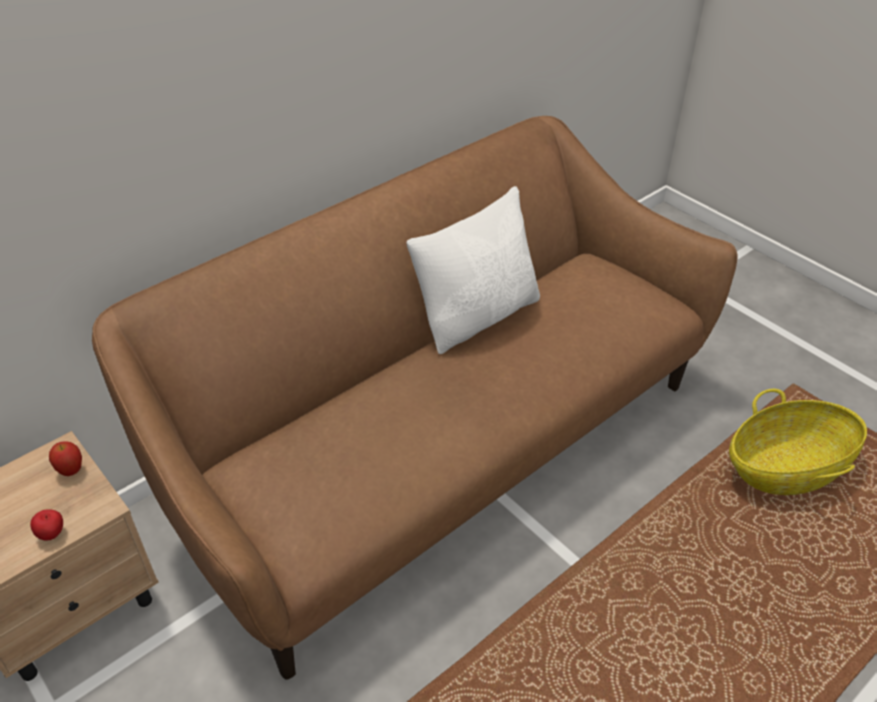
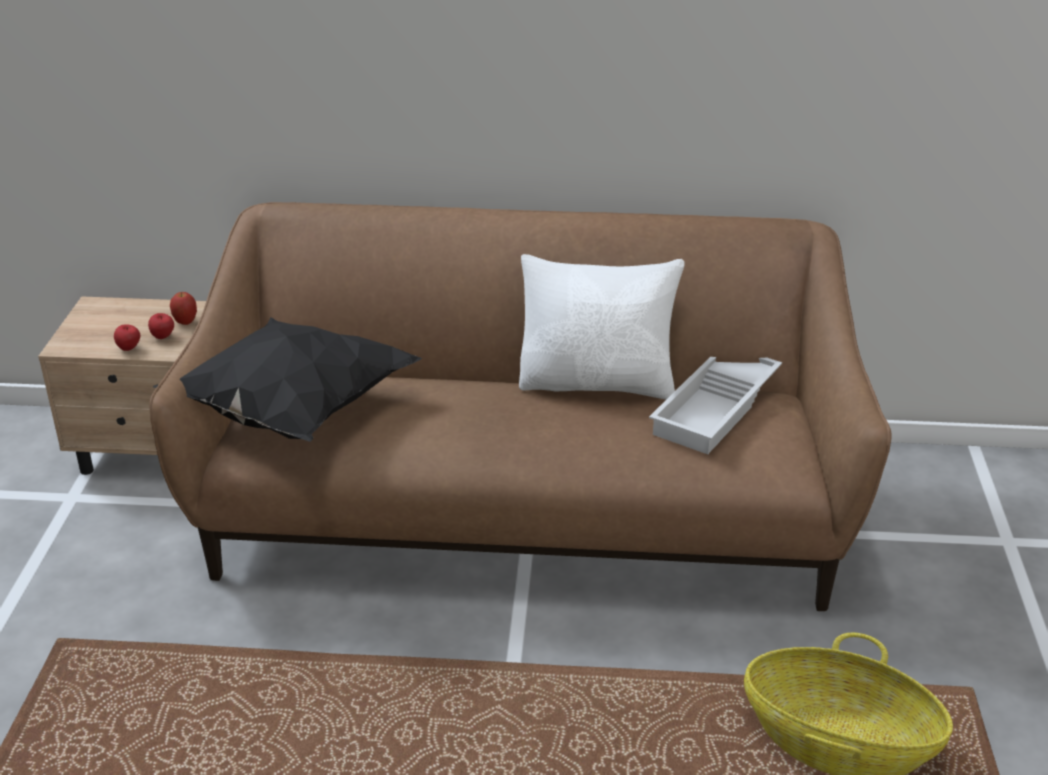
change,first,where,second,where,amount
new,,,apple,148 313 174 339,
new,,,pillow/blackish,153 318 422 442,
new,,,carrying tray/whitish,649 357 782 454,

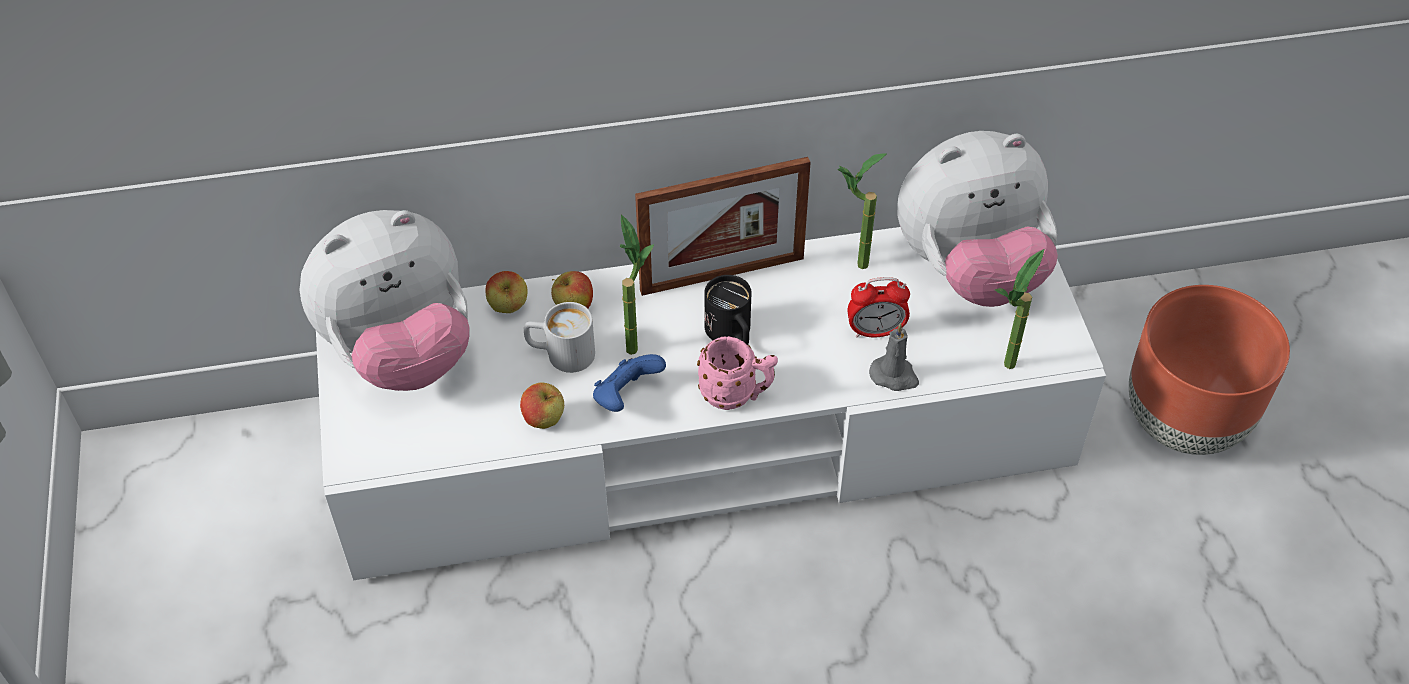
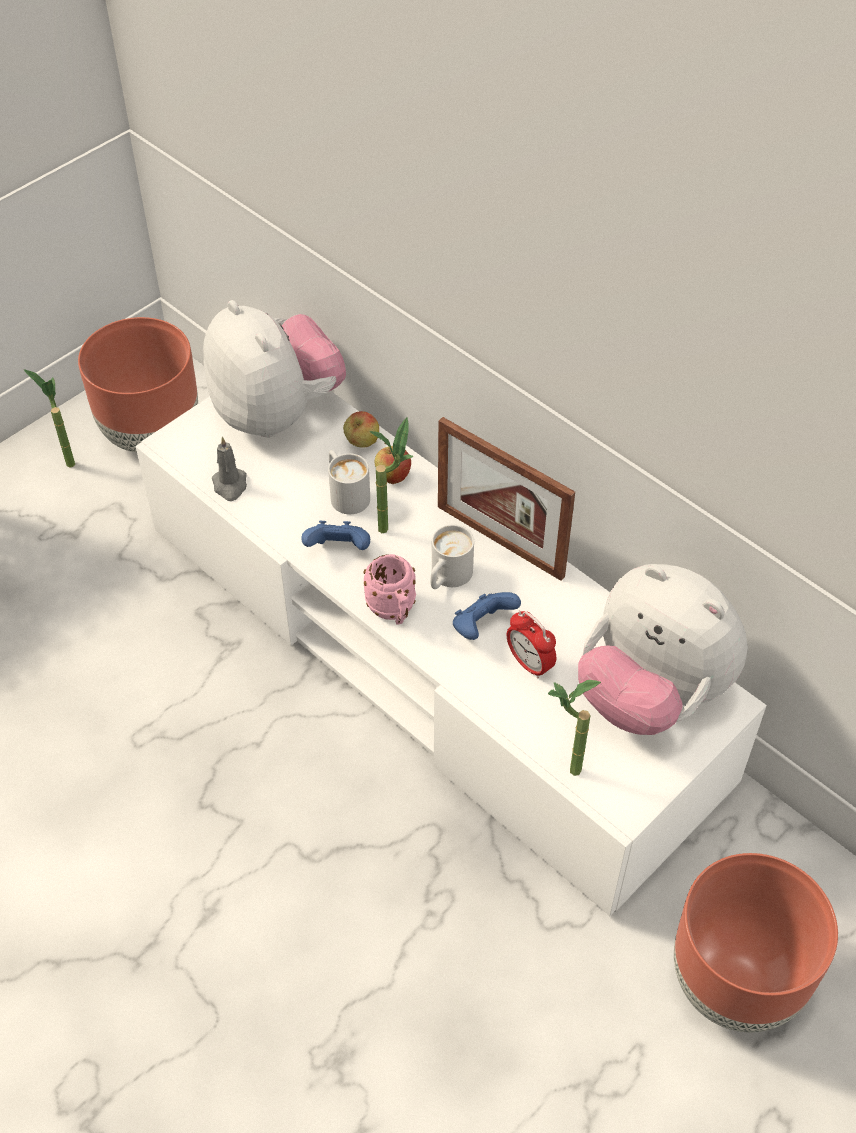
change,first,where,second,where,amount
gone,apple,520 382 564 429,,,
new,,,flower pot/brown-coloured,78 317 198 453,
new,,,gamepad/blue,453 592 521 640,
shifted,potted plant,838 153 887 269,,23 369 75 468,
shifted,wax candle/gray,869 323 919 391,,212 436 247 501,
repainted,coffee mug/blackish,704 275 751 345,coffee mug/whitish,431 524 474 589,
rotated,cuddly toy,299 210 469 391,,203 300 346 437,150 degrees counterclockwise

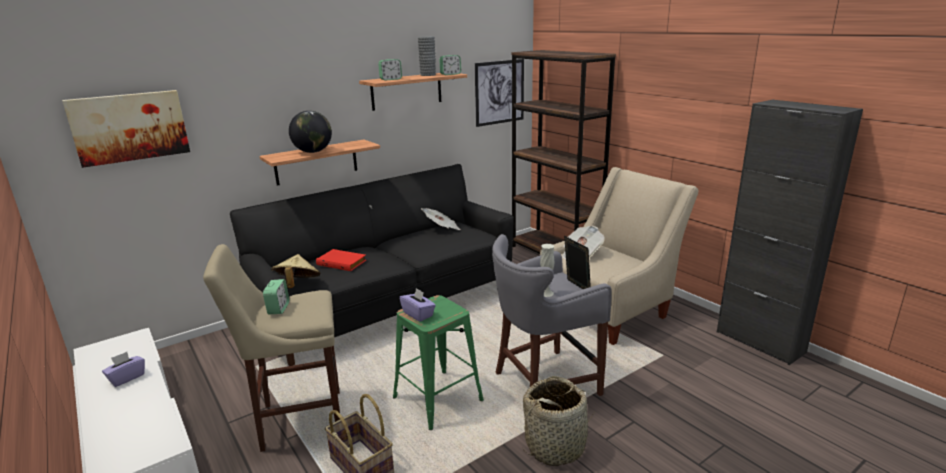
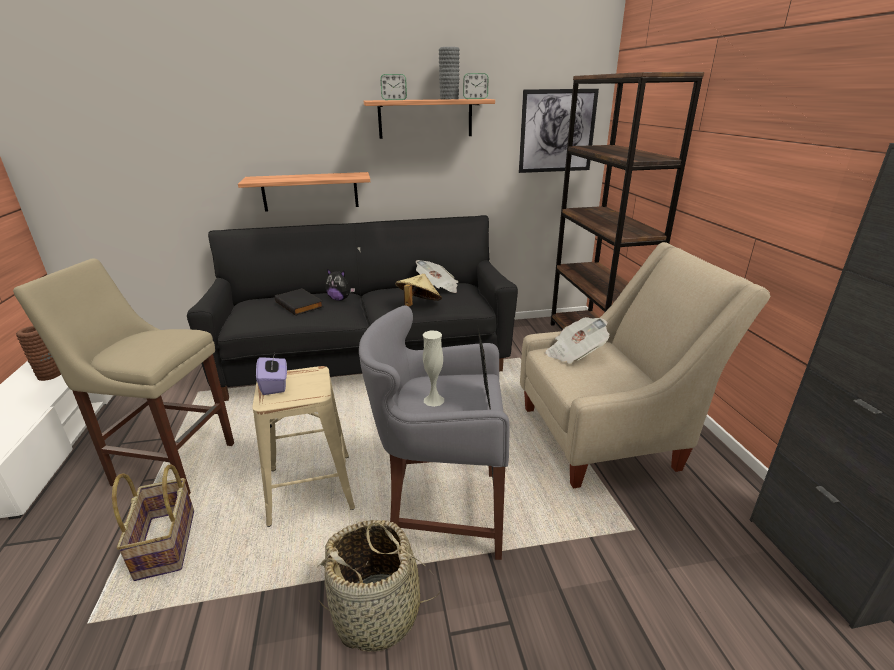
change,first,where,second,where,amount
gone,picture,62 90 190 168,,,
gone,table clock,263 279 289 314,,,
gone,globe,289 111 332 153,,,
new,,,cuddly toy,326 269 355 301,
shifted,hat/sand-coloured,271 254 320 288,,395 274 442 306,
swapped,box of tissues/purple,102 352 145 387,flower vase/brown-coloured,16 326 61 381,
repainted,volume/red,316 249 366 271,volume/blackish,275 288 324 316,
repainted,stool seat/green,393 295 484 430,stool seat/sand-coloured,252 366 355 527,

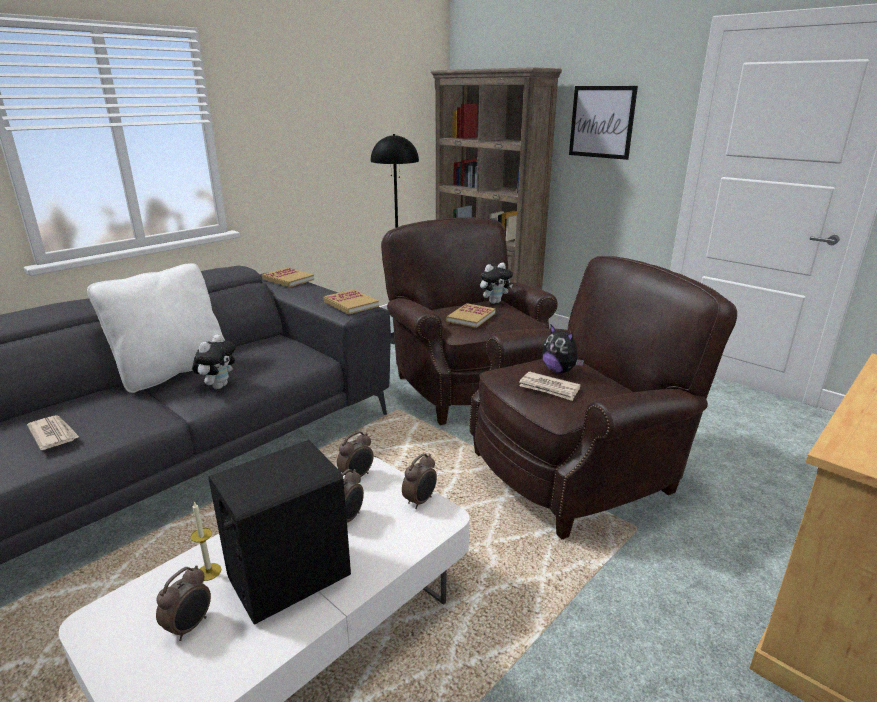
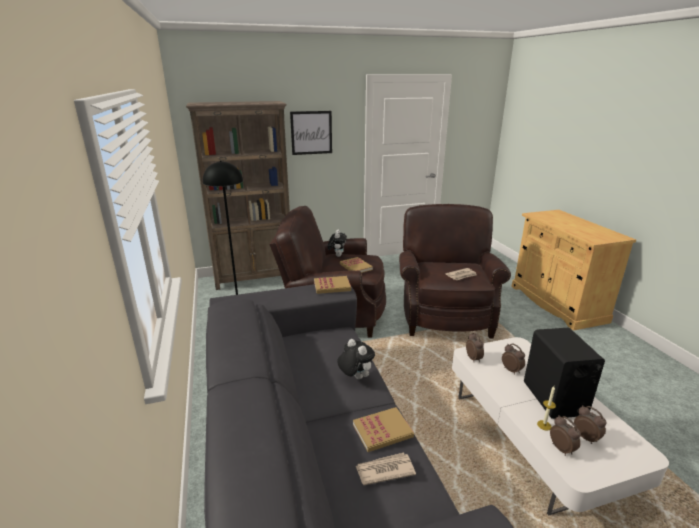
change,first,where,second,where,amount
gone,pillow/whitish,87 263 225 393,,,
gone,cuddly toy,542 325 584 373,,,
shifted,volume,262 268 314 287,,353 407 414 452,
shifted,table clock,402 453 437 509,,550 415 581 456,

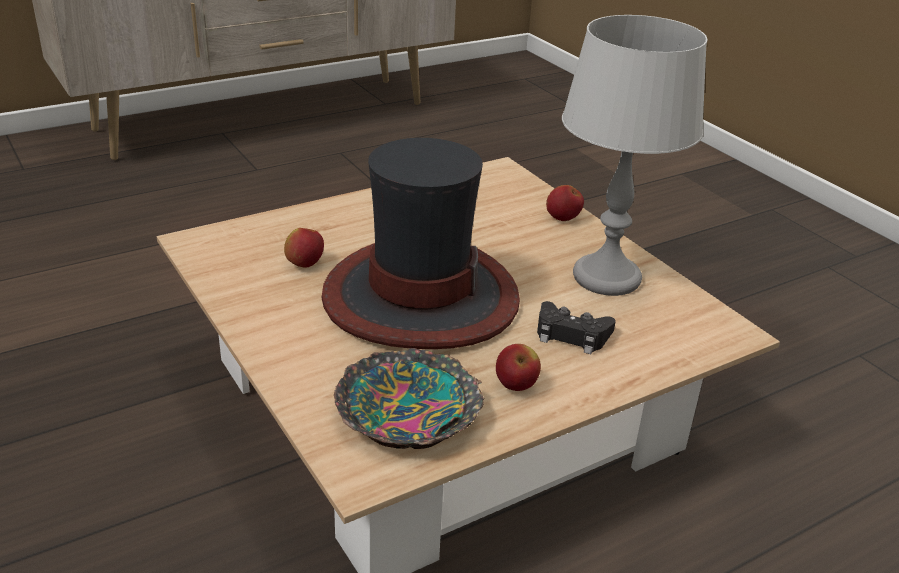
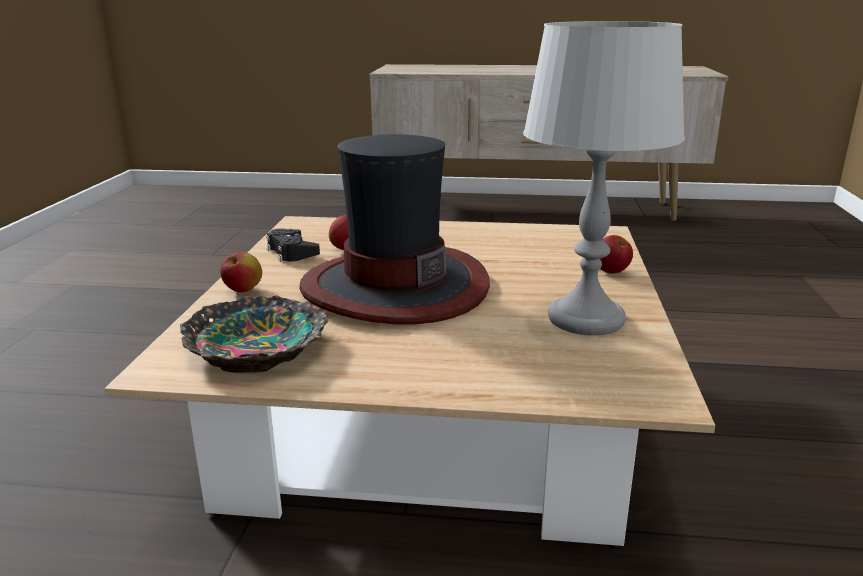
change,first,where,second,where,amount
shifted,apple,496 344 541 391,,220 252 262 292,
shifted,gamepad/blackish,537 301 616 354,,266 228 320 262,

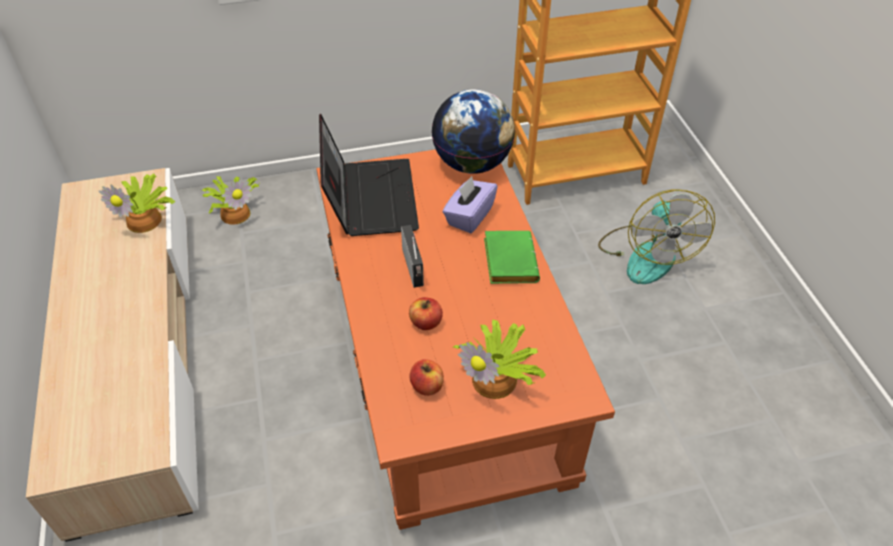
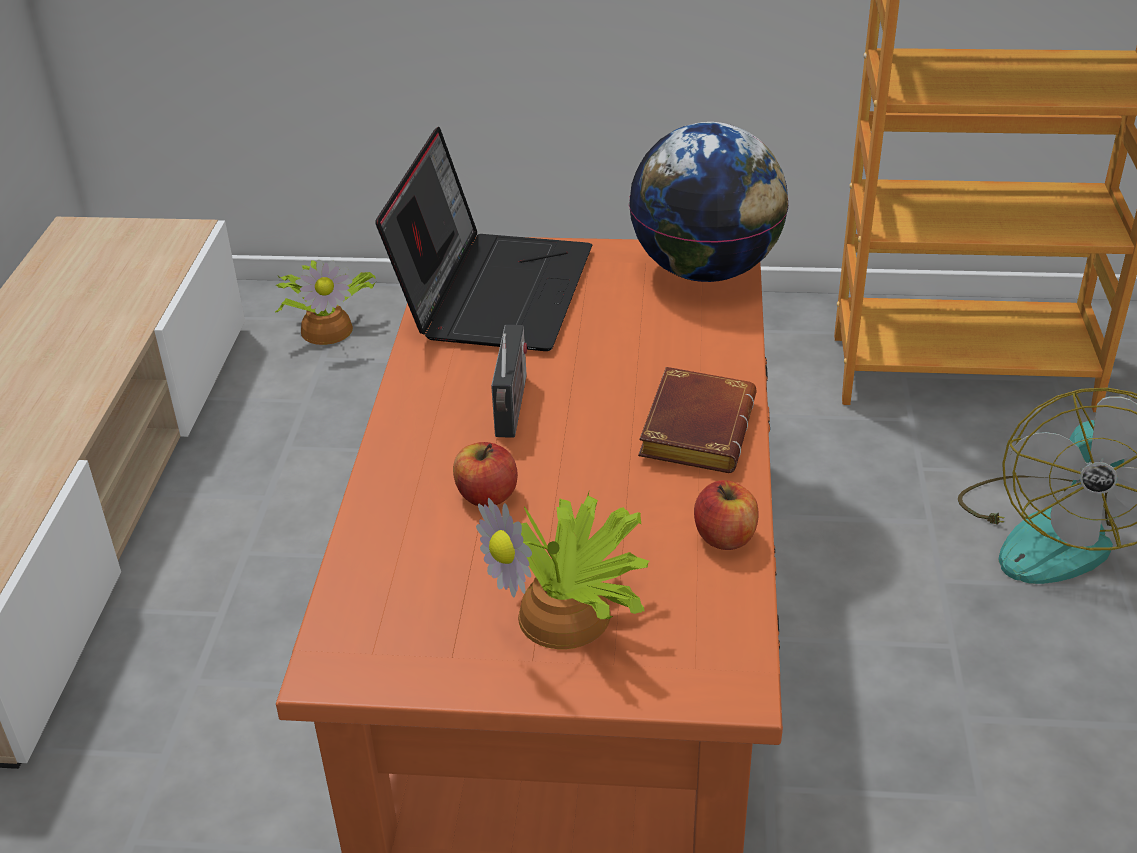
change,first,where,second,where,amount
gone,potted plant,98 173 175 233,,,
gone,box of tissues/purple,443 176 498 233,,,
shifted,apple,410 359 444 396,,694 480 758 550,
repainted,volume/green,484 231 540 284,volume/brown-coloured,638 367 756 473,

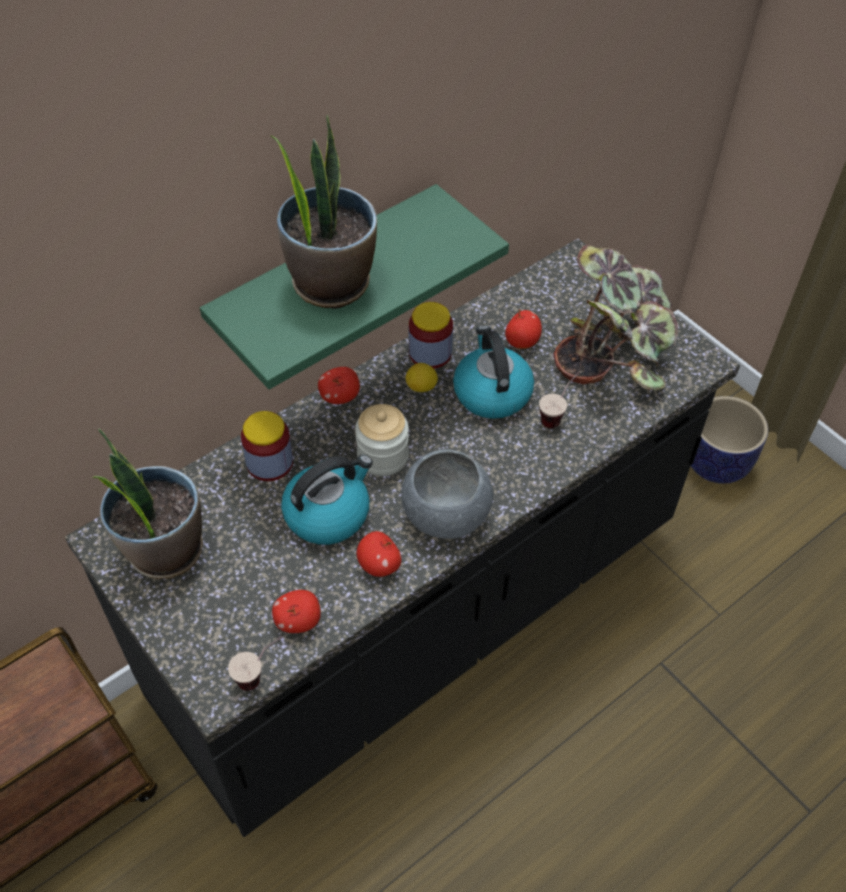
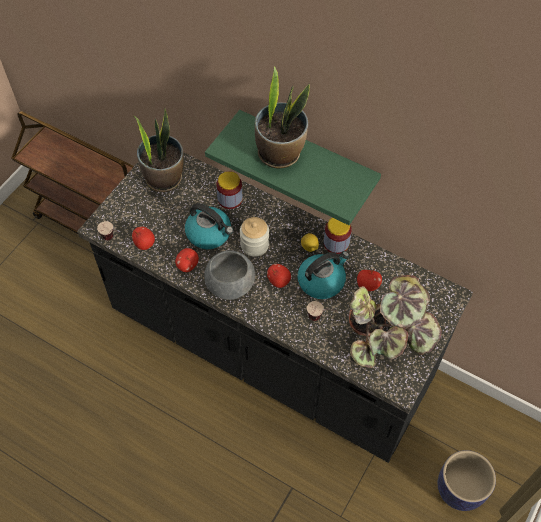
change,first,where,second,where,amount
shifted,apple,318 367 360 404,,267 264 291 288,

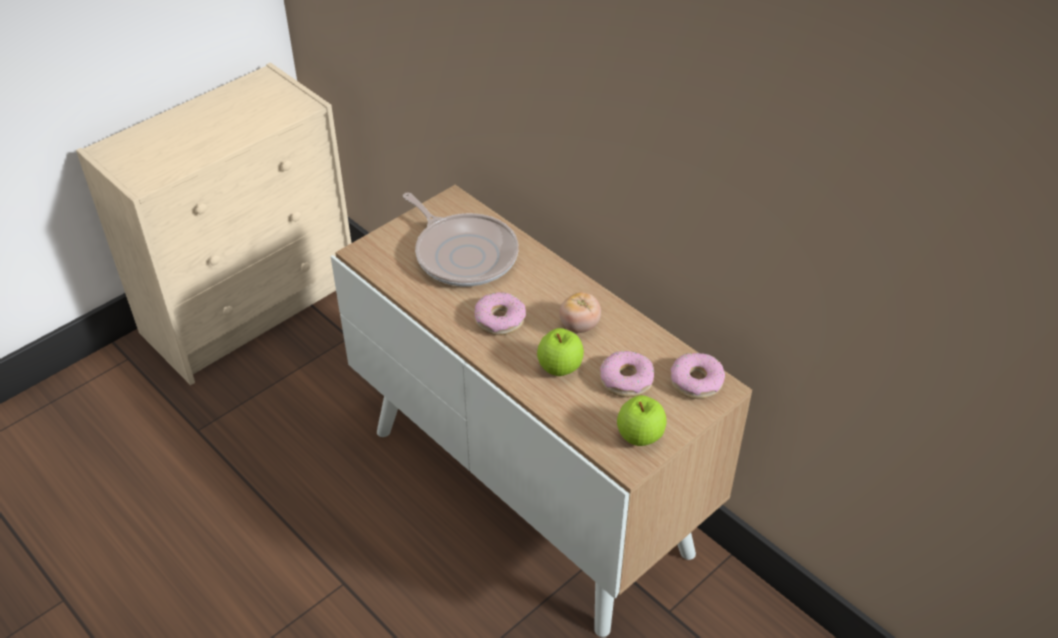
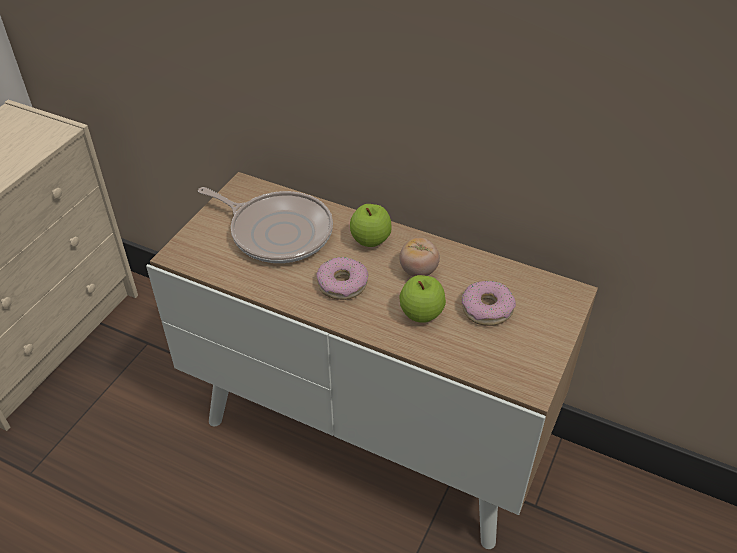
change,first,where,second,where,amount
gone,ring doughnut,671 353 725 399,,,
shifted,apple,617 395 667 446,,350 204 391 247,

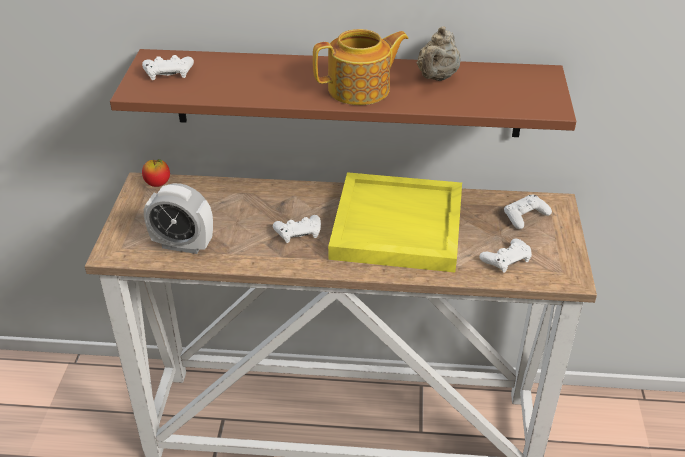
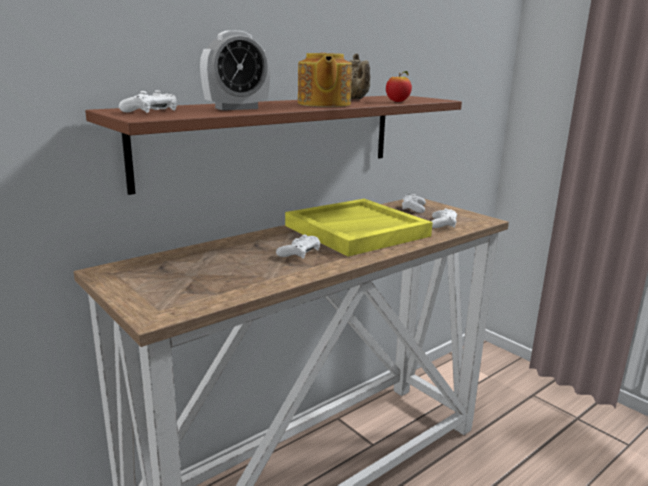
change,first,where,second,where,amount
shifted,apple,142 159 170 187,,386 71 412 102,
shifted,table clock,144 183 213 254,,200 30 270 110,
rotated,tea pot,313 29 409 105,,298 53 352 107,150 degrees clockwise

